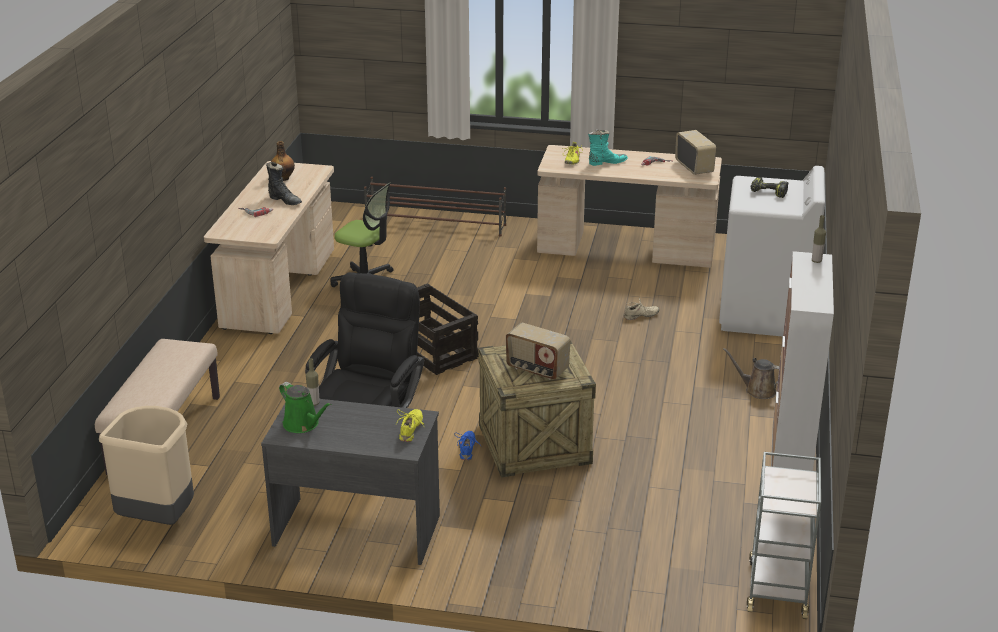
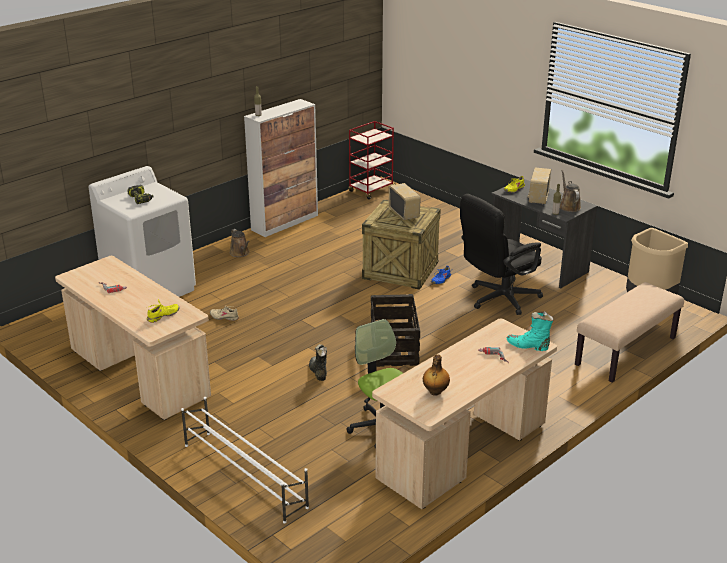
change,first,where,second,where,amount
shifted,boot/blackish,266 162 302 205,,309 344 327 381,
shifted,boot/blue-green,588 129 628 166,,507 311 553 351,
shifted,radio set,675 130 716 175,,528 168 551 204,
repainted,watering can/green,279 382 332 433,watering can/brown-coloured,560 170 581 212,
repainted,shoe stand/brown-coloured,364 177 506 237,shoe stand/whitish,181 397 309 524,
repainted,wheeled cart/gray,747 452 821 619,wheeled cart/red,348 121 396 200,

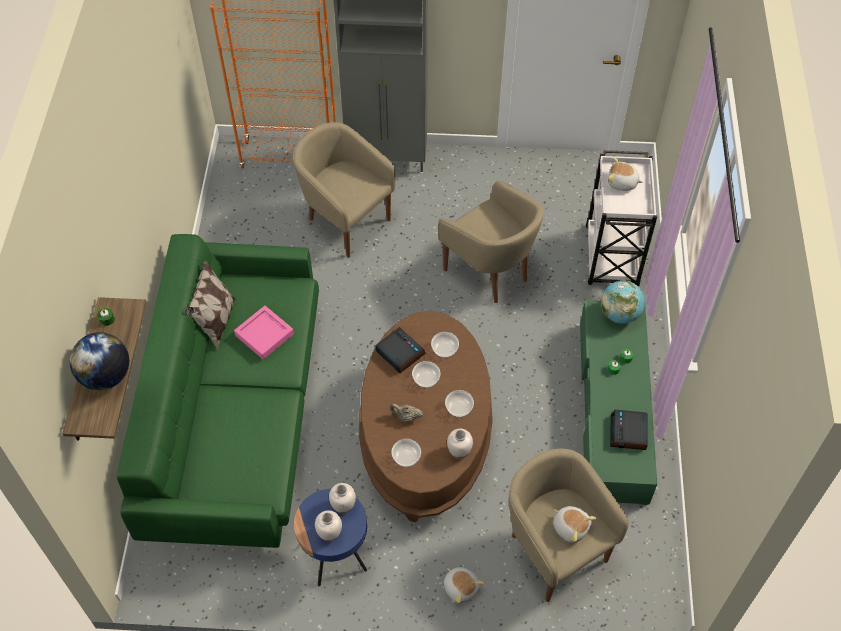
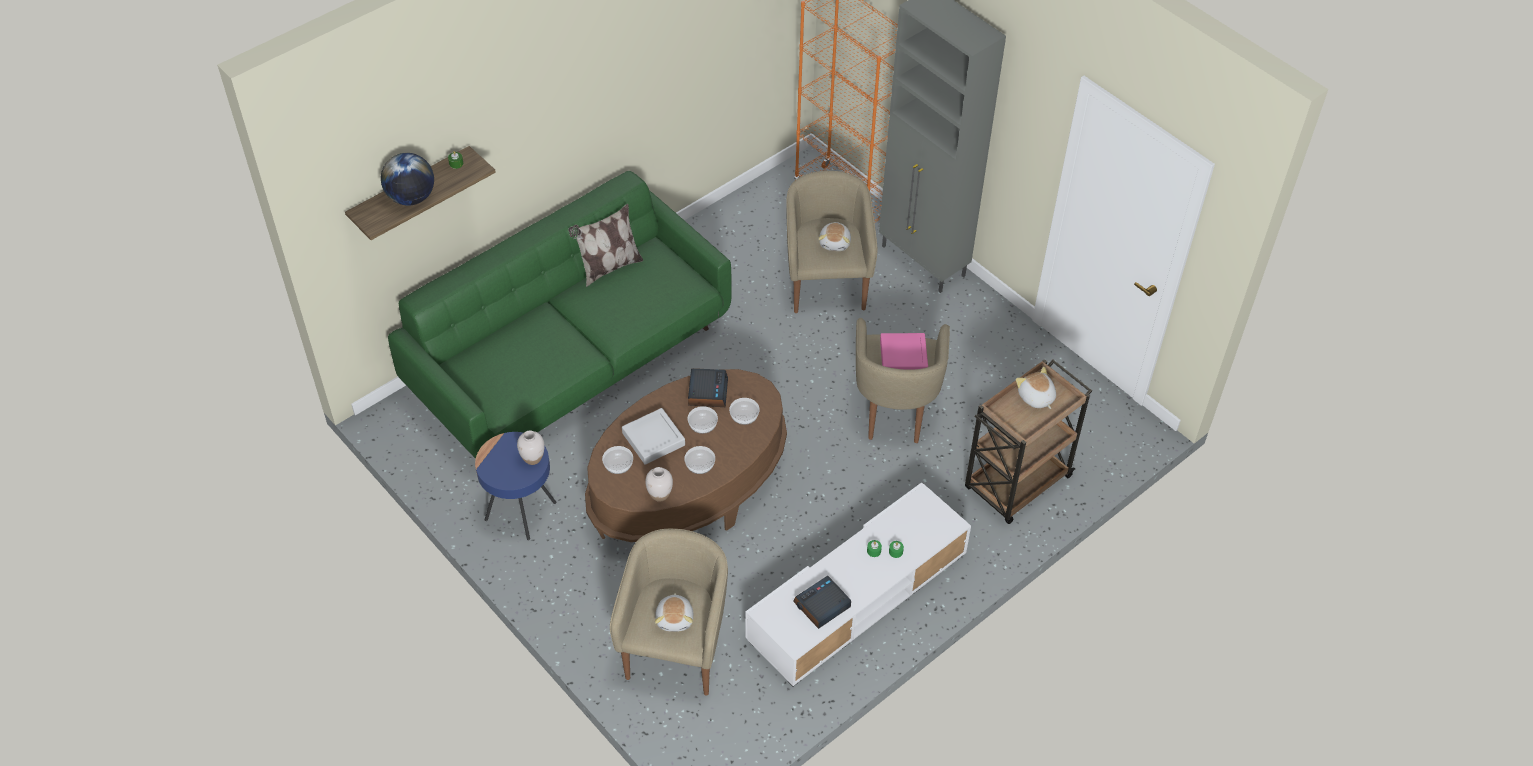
change,first,where,second,where,amount
gone,flower vase/whitish,315 510 342 541,,,
gone,globe,601 280 645 324,,,
shifted,carrying tray/pink-coloured,234 306 294 360,,880 333 928 370,
shifted,cuddly toy,444 567 485 603,,818 222 851 251,
swapped,tea pot/sand-coloured,390 404 423 423,carrying tray/gray,622 408 685 465,
repainted,media console/green,580 300 657 505,media console/whitish,745 482 971 686,
repainted,wheeled cart/whitish,586 150 657 286,wheeled cart/brown-coloured,965 359 1092 524,

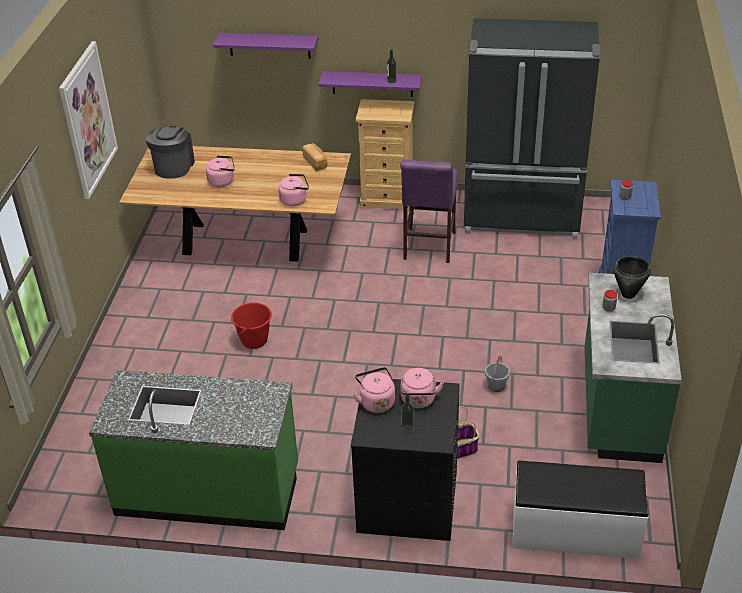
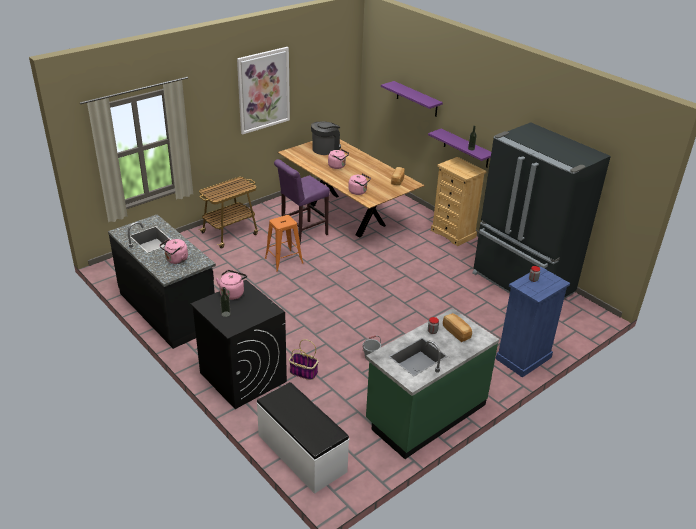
change,first,where,second,where,amount
new,,,wheeled cart,198 177 258 249,
shifted,stool seat/purple,400 159 458 263,,274 159 330 243,
shifted,water kettle/pink-coloured,401 368 444 408,,159 239 188 264,
swapped,pail/red,231 302 272 349,stool seat/orange,265 215 303 271,
swapped,stockpot/blackish,613 256 651 299,bread,443 313 472 342,
repainted,counter/green,89 370 298 530,counter/blackish,108 214 216 349,

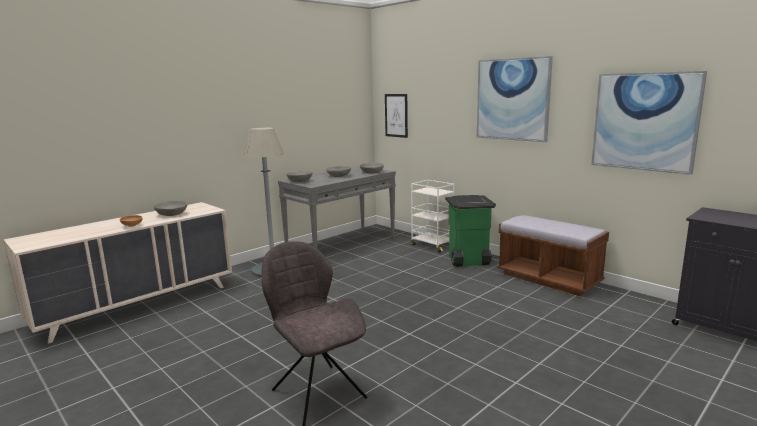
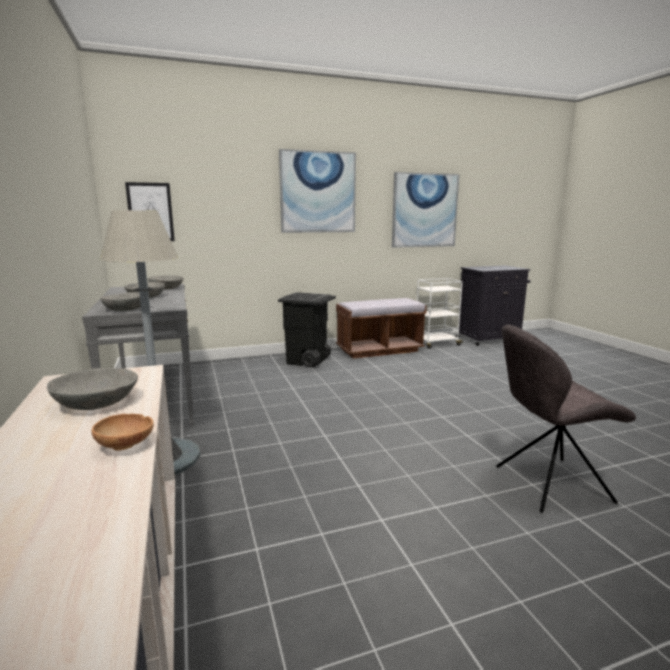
change,first,where,second,where,amount
shifted,wheeled cart/whitish,411 180 455 253,,417 278 463 349,
repainted,rubbish bin/green,445 195 496 267,rubbish bin/blackish,278 292 336 368,

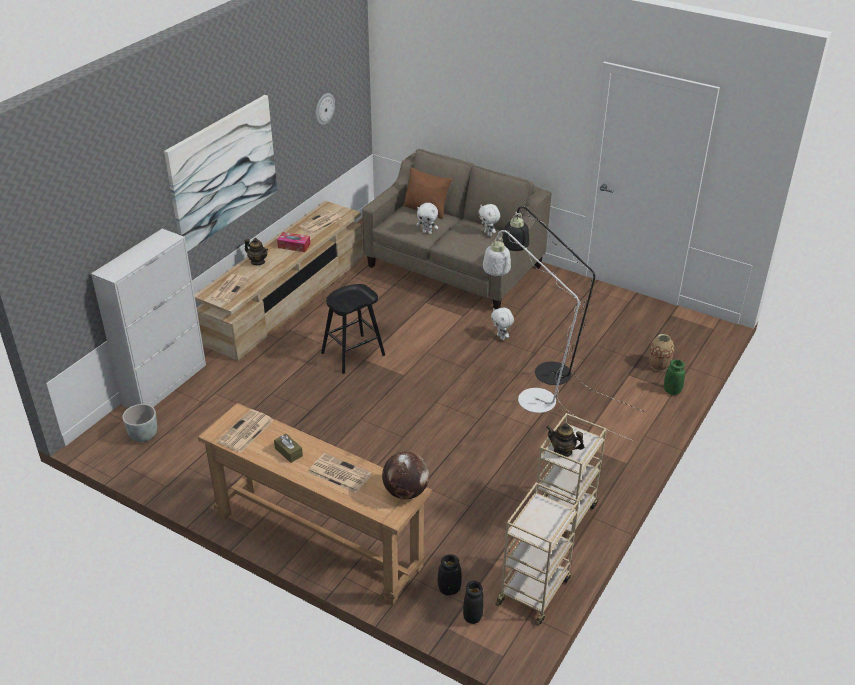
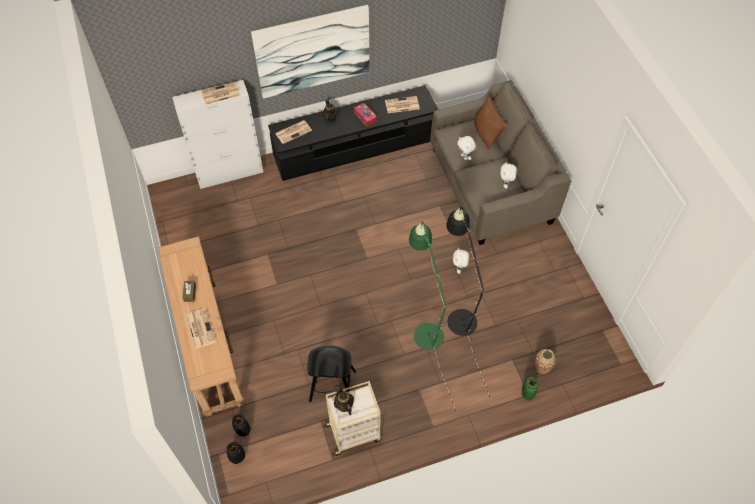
change,first,where,second,where,amount
gone,flower pot/gray,122 404 157 442,,,
gone,hanging clock,316 93 335 125,,,
gone,globe,382 451 429 499,,,
gone,wheeled cart/sand-coloured,495 482 579 626,,,
shifted,printed paper,217 409 274 453,,201 82 241 105,
shifted,stool seat/blackish,321 284 385 374,,307 345 356 402,
repainted,media console/sand-coloured,194 201 363 361,media console/blackish,268 85 438 181,
repainted,standing lamp/whitish,483 230 633 441,standing lamp/green,409 222 457 413,

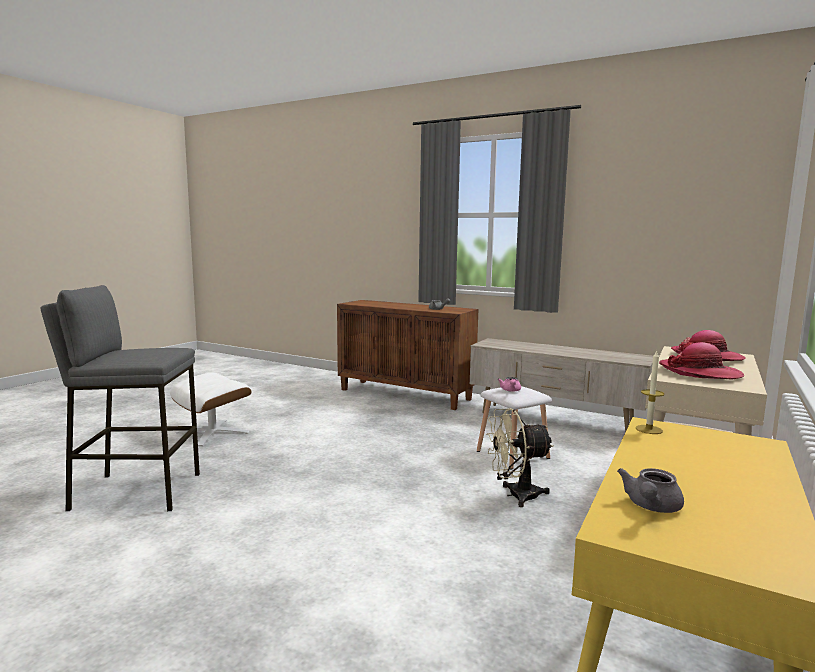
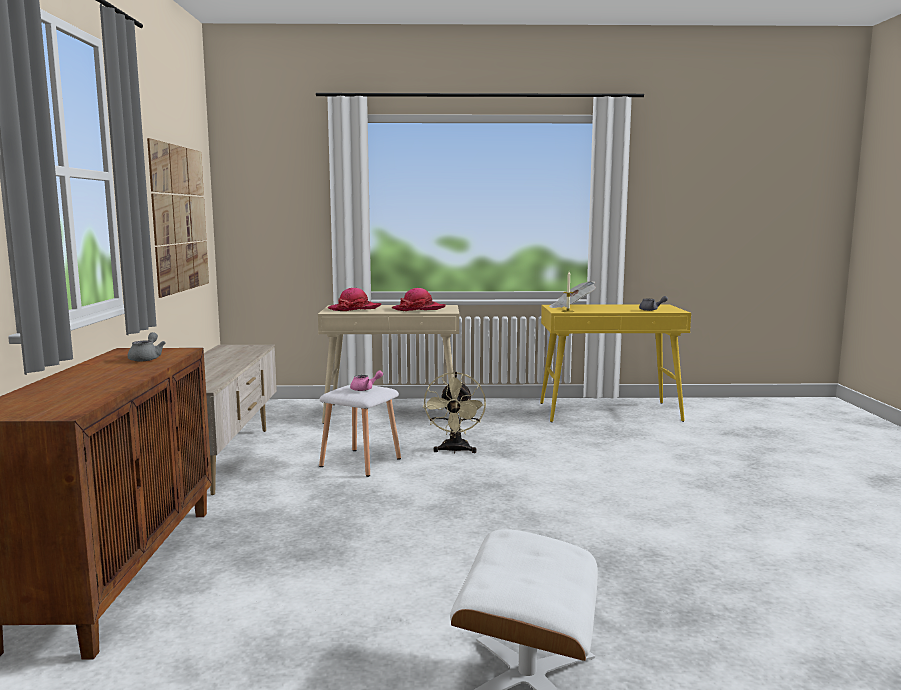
change,first,where,second,where,amount
gone,stool seat/gray,41 285 200 511,,,
new,,,picture,147 138 209 298,
new,,,printed paper,549 281 596 308,
rotated,electric fan/sand-coloured,486 408 553 507,,423 372 486 454,45 degrees clockwise

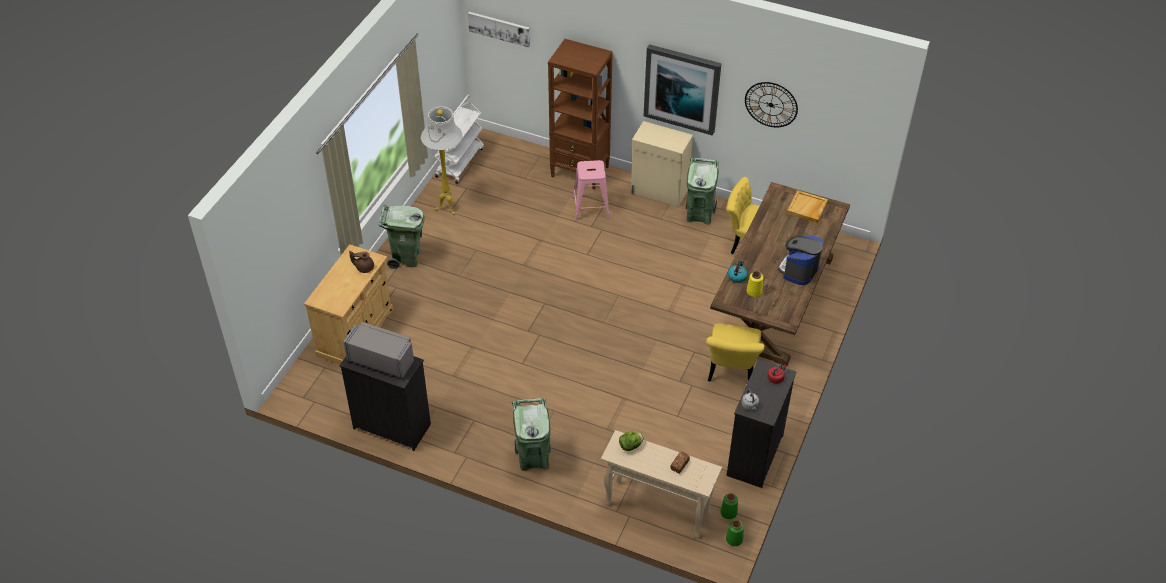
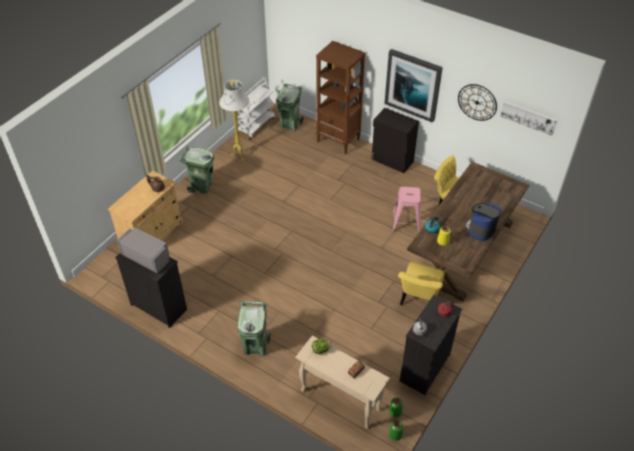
change,first,where,second,where,amount
gone,carrying tray/sand-coloured,787 190 828 223,,,
shifted,picture,468 12 530 47,,500 101 557 136,
shifted,stool seat/pink-coloured,572 160 610 221,,393 187 421 233,
shifted,rubbish bin/green,686 158 719 225,,276 84 304 131,
repainted,cupboard/sand-coloured,631 121 693 207,cupboard/blackish,372 108 419 173,

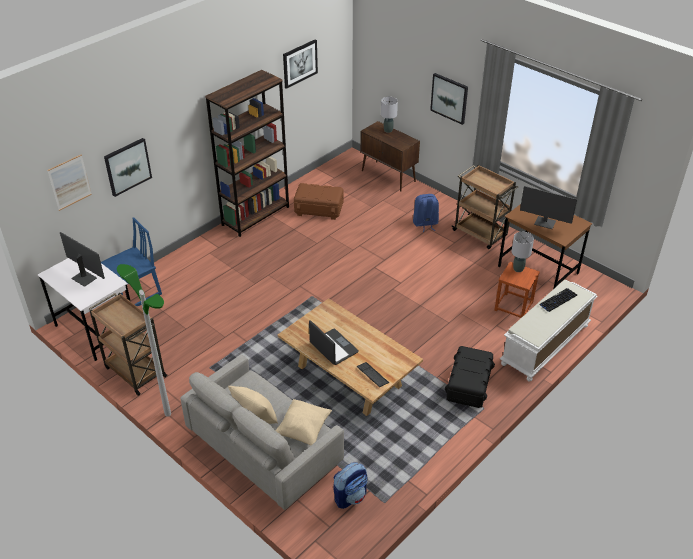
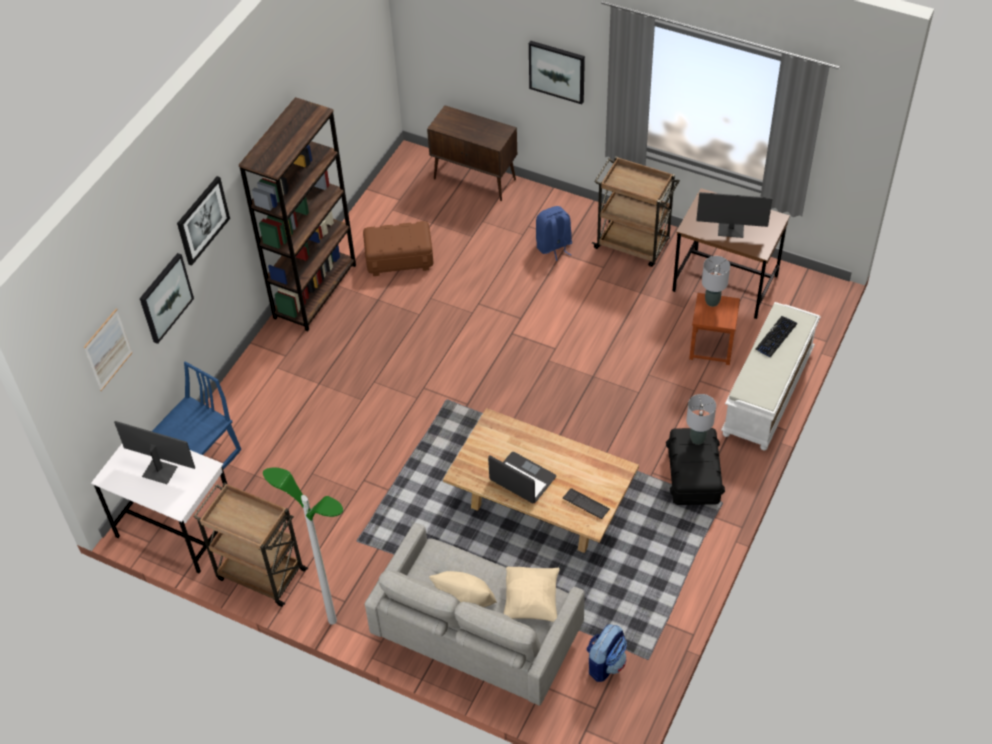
change,first,where,second,where,amount
shifted,picture,283 39 318 89,,177 176 230 266,
shifted,lamp for a table/gray,381 97 398 133,,686 394 716 445,

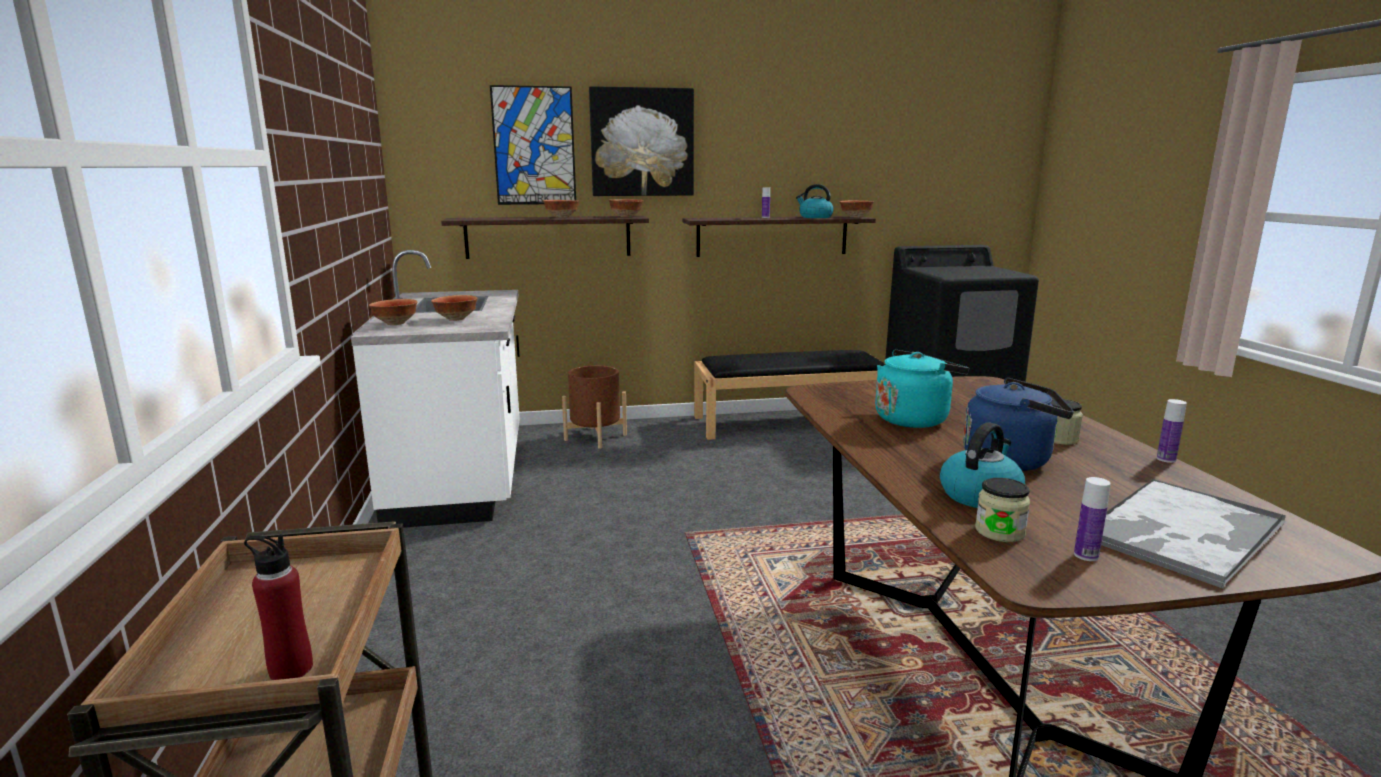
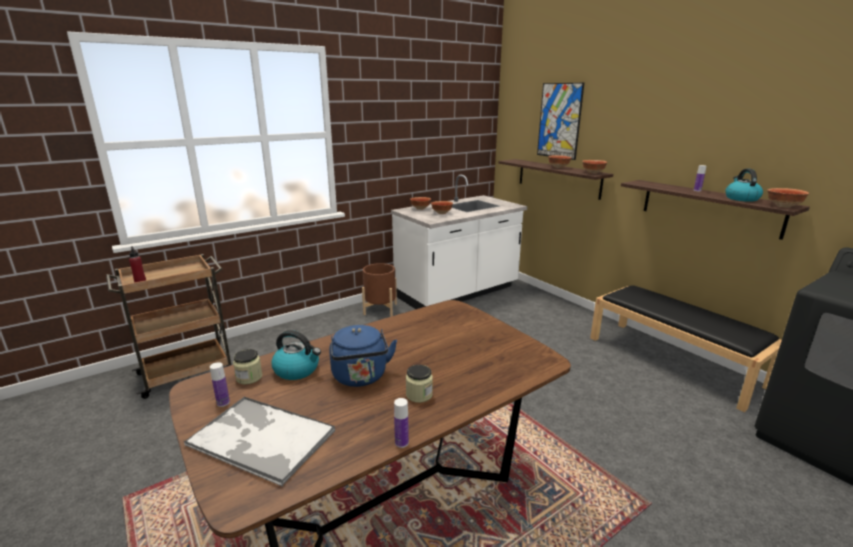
change,first,where,second,where,amount
gone,picture,589 86 694 196,,,
gone,water kettle/blue-green,875 350 969 428,,,
shifted,flower pot/brown-coloured,562 365 627 449,,362 263 397 316,

